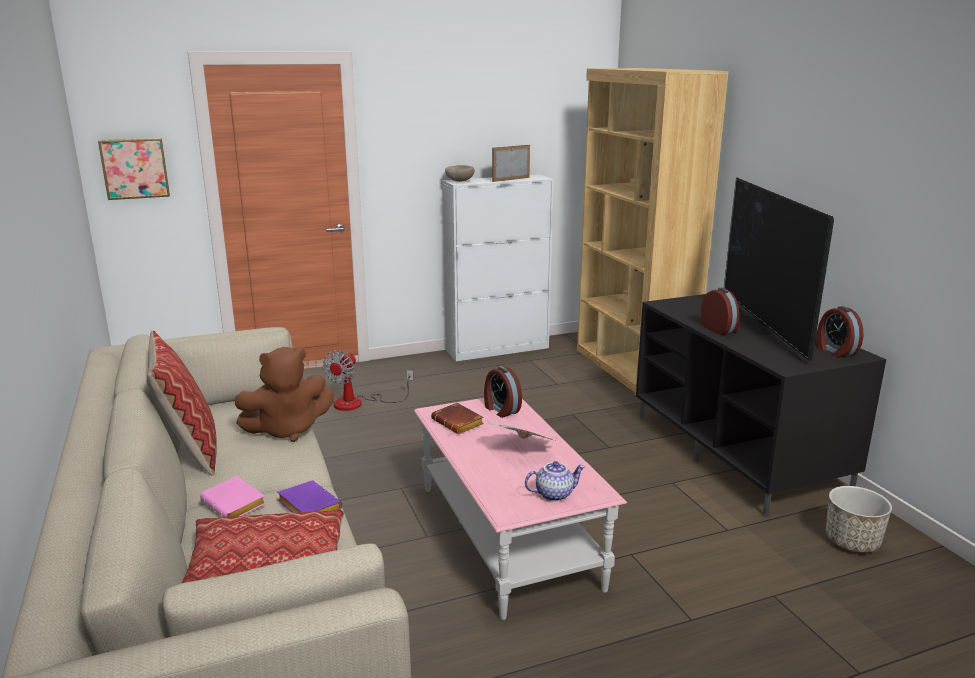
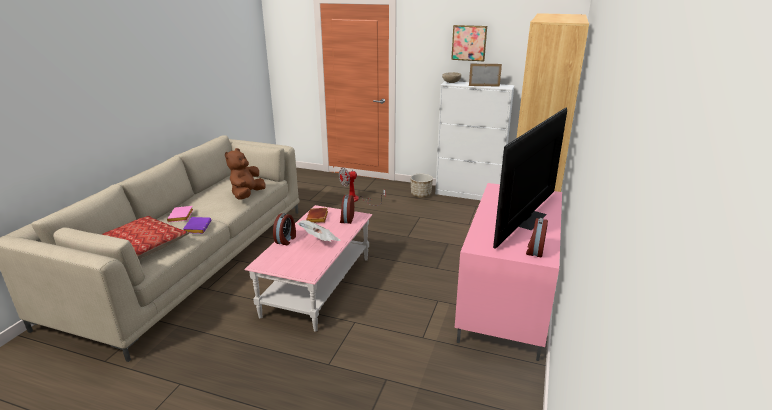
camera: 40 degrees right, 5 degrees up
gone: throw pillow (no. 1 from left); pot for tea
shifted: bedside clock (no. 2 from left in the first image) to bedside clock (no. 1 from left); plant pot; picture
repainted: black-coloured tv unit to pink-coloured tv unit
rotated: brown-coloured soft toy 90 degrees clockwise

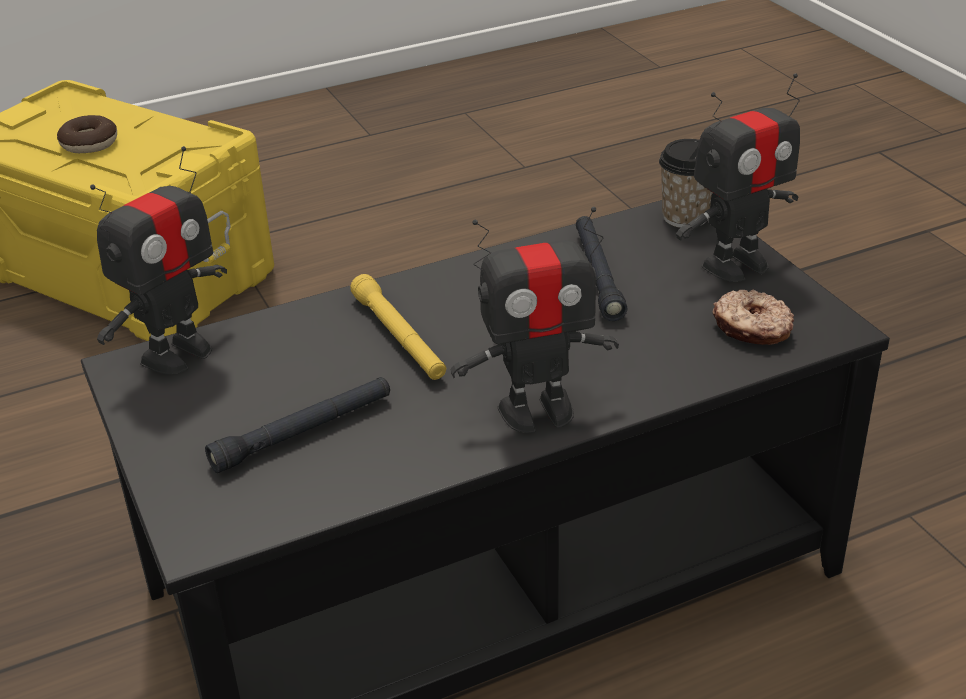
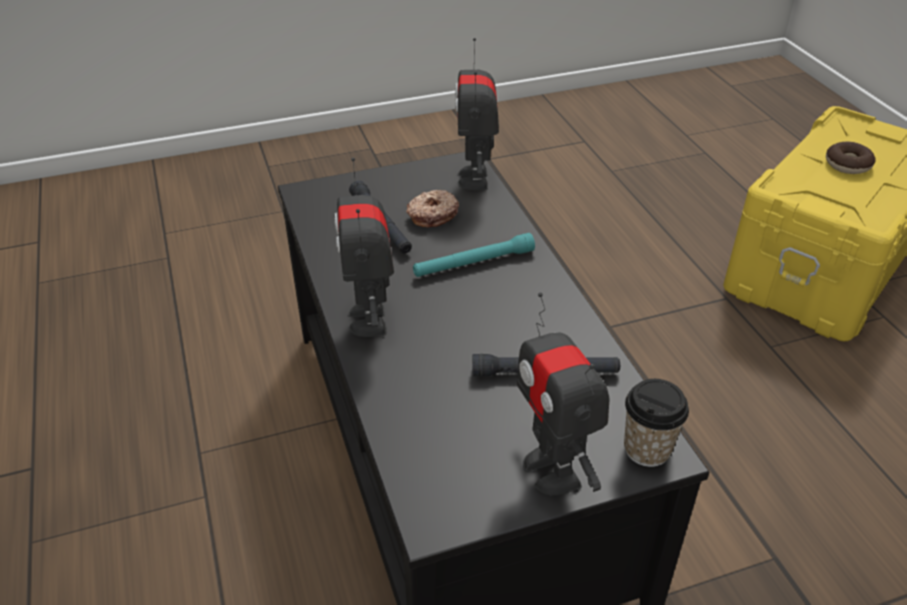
camera: 95 degrees right, 5 degrees up
shifted: doughnut (no. 2 from left in the first image) to doughnut (no. 1 from left)
repainted: yellowish flashlight to turquoise-coloured flashlight
rotated: toy robot (no. 1 from left in the first image) 45 degrees clockwise

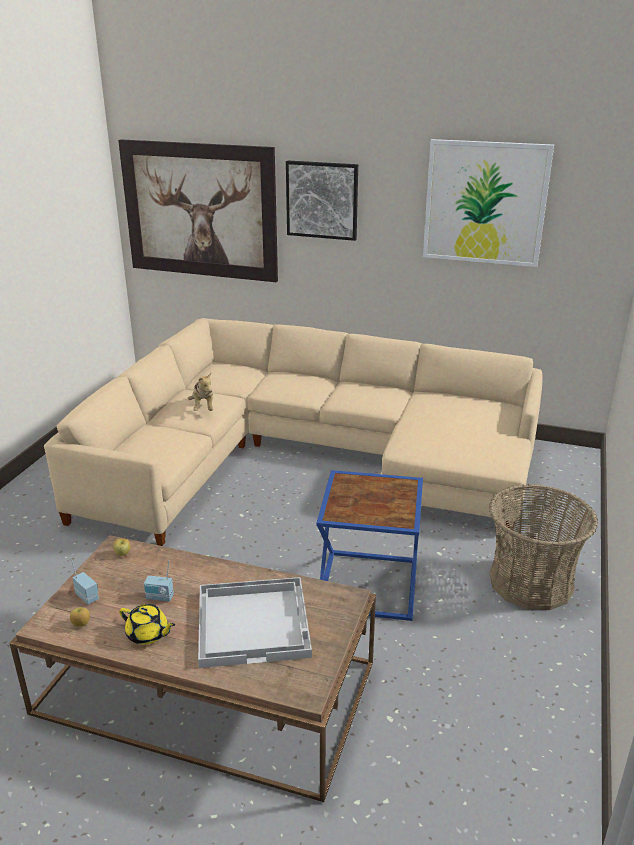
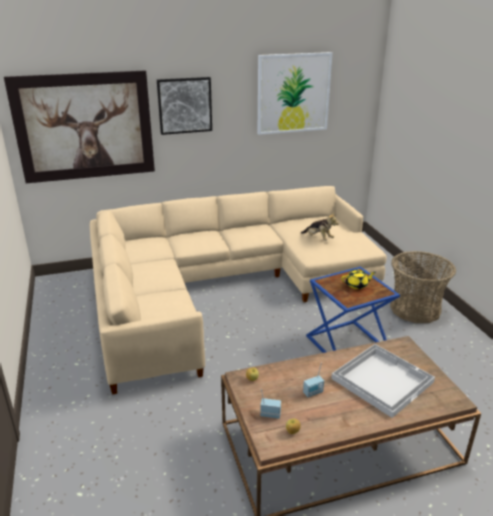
camera: 35 degrees left, 0 degrees up
shifted: soft toy; yellowish pot for tea

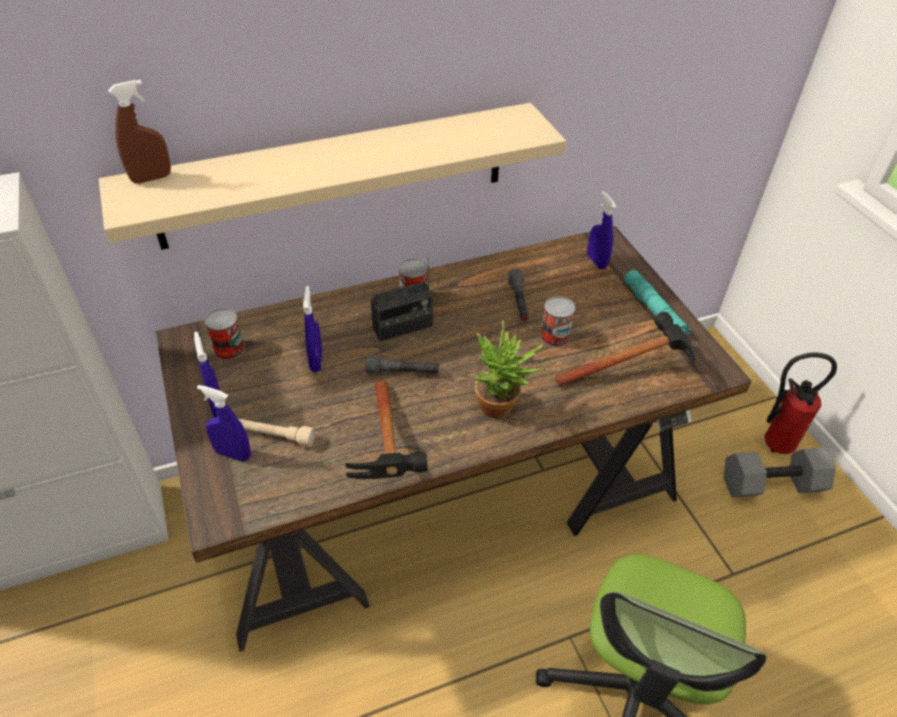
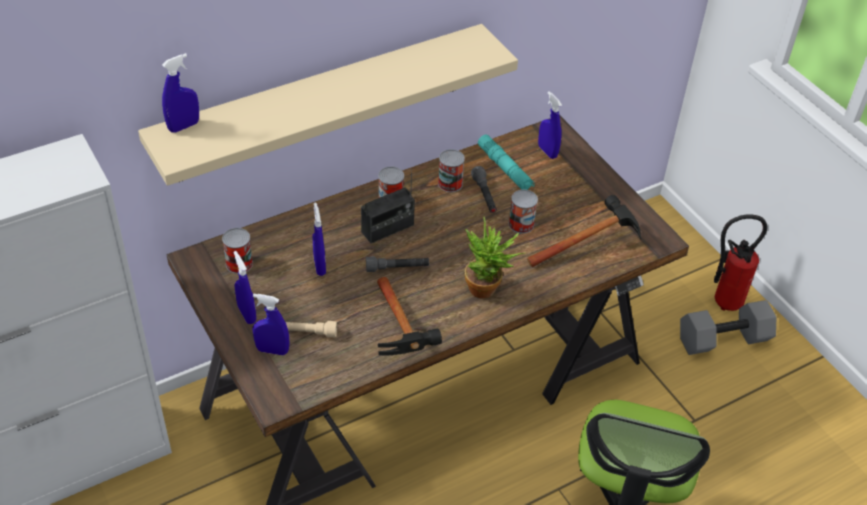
camera: 10 degrees left, 0 degrees up
new: sealed can (no. 3 from left)
shifted: turquoise-coloured flashlight
repainted: brown-coloured hand sprayer to bluish hand sprayer (no. 1 from left)

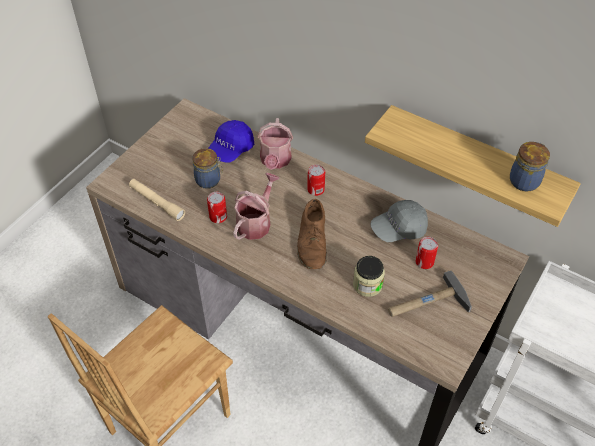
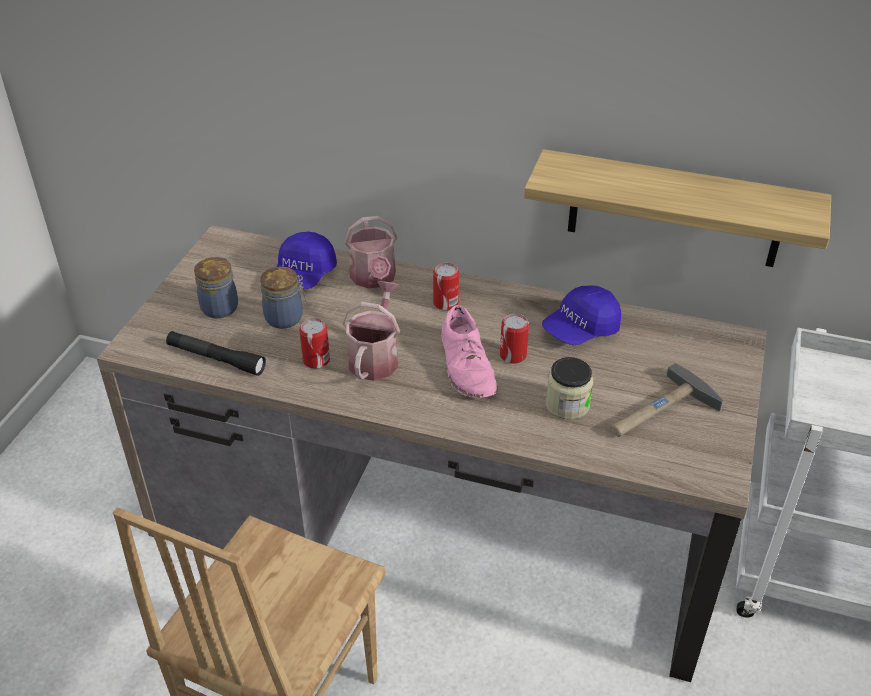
camera: 15 degrees left, 10 degrees down
shifted: storage jar (no. 3 from left in the first image) to storage jar (no. 1 from left); sealed can (no. 3 from left)
repainted: sand-coloured flashlight to black-coloured flashlight; brown-coloured low shoe to pink-coloured low shoe; greyish cap to bluish cap (no. 2 from left)

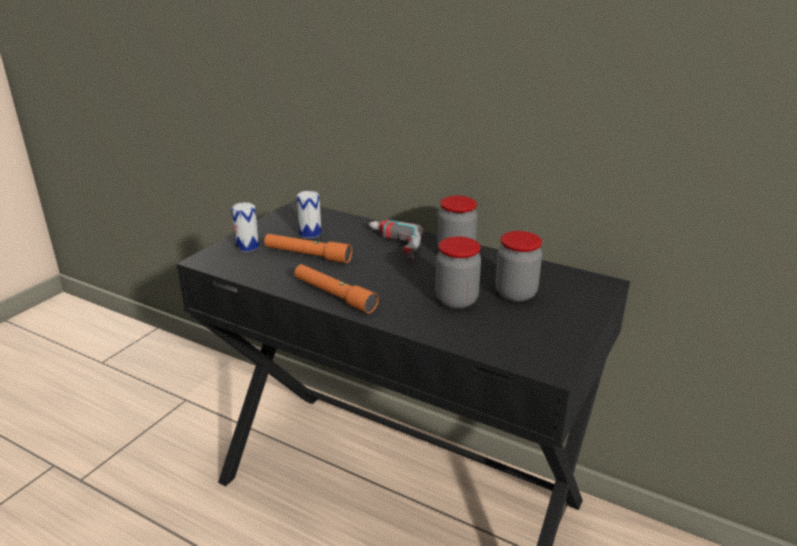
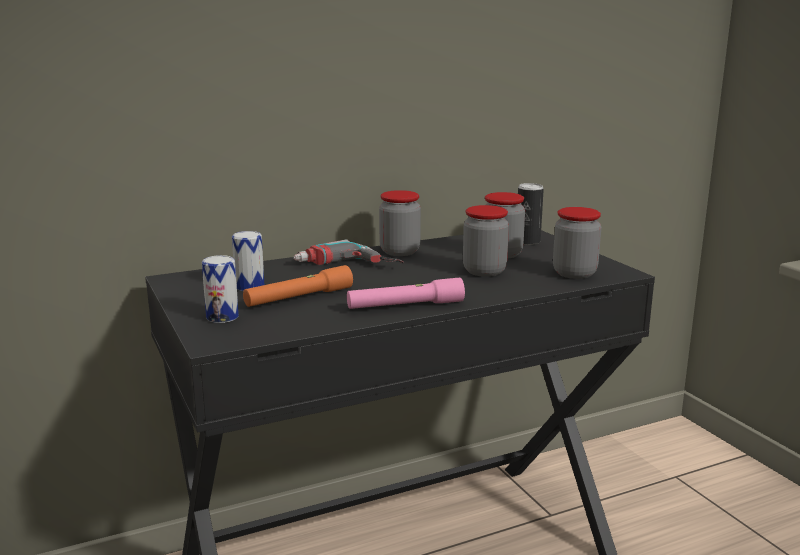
camera: 55 degrees left, 10 degrees down
new: sealed can (no. 3 from left); storage jar (no. 4 from left)
repainted: orangey flashlight (no. 2 from left) to pink-coloured flashlight

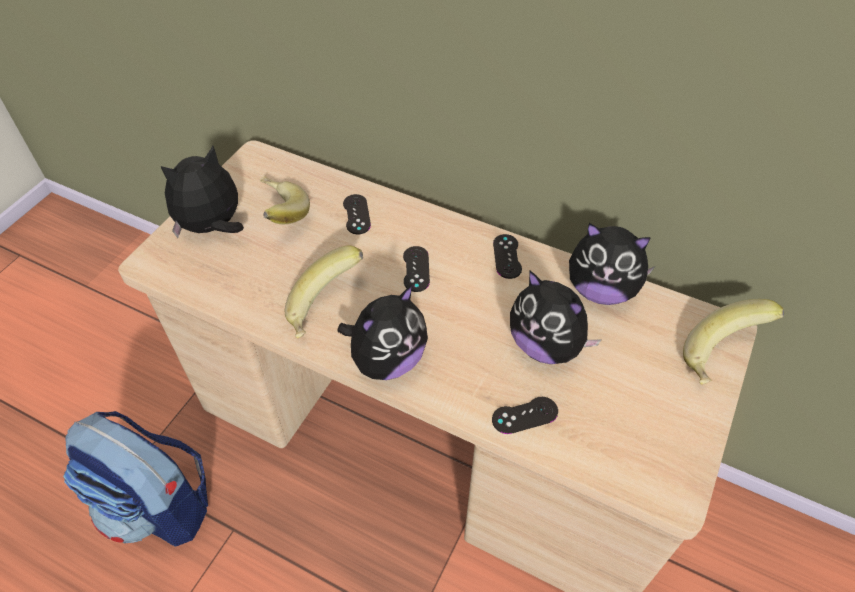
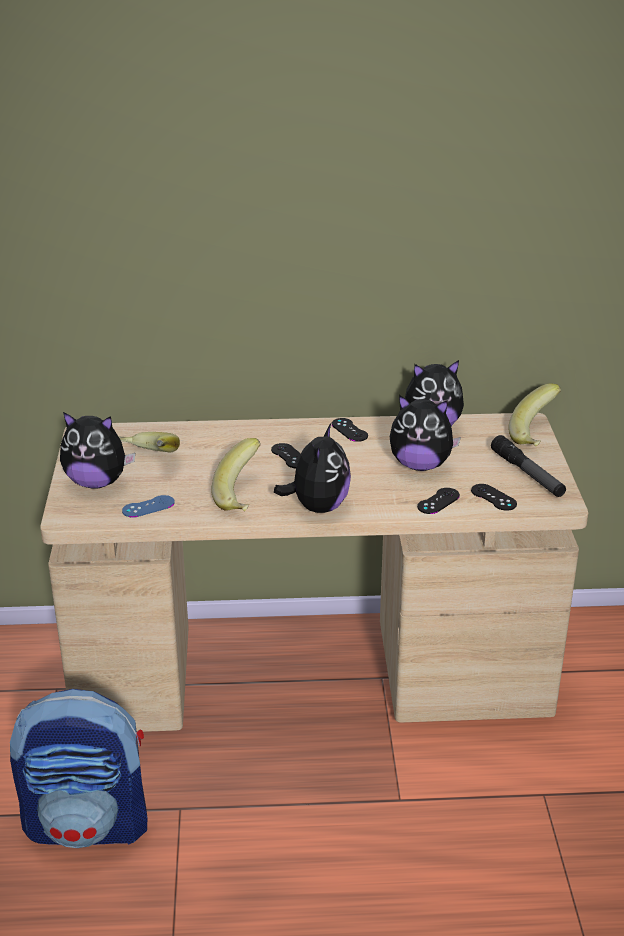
camera: 30 degrees left, 20 degrees down
new: bluish game controller; flashlight
shifted: black-coloured game controller (no. 1 from left in the first image) to black-coloured game controller (no. 4 from left)
rotated: soft toy (no. 1 from left) 105 degrees counterclockwise

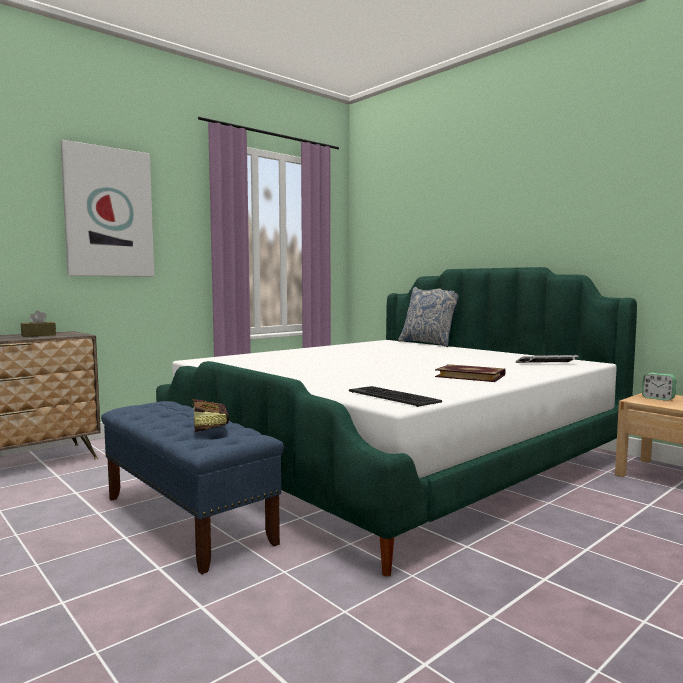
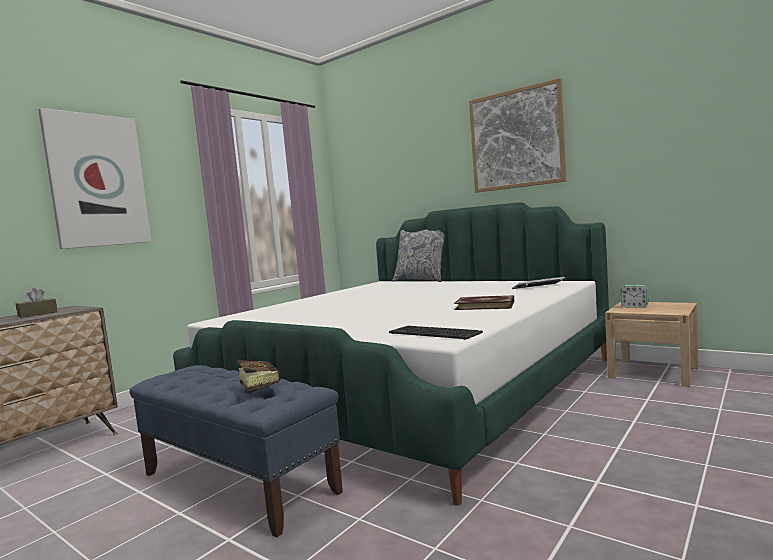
camera: 10 degrees left, 0 degrees up
new: picture (no. 2 from left)

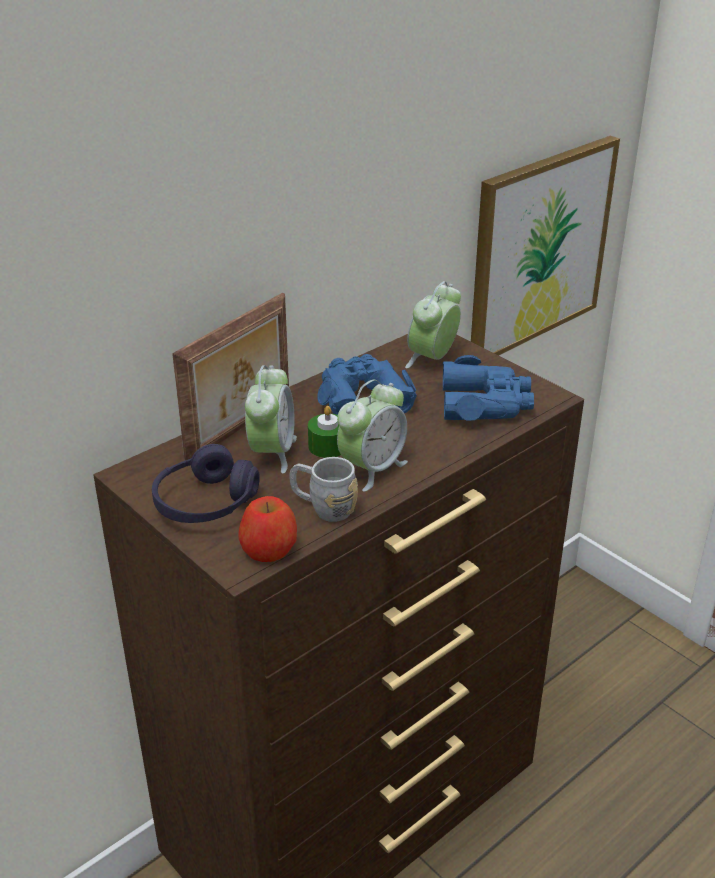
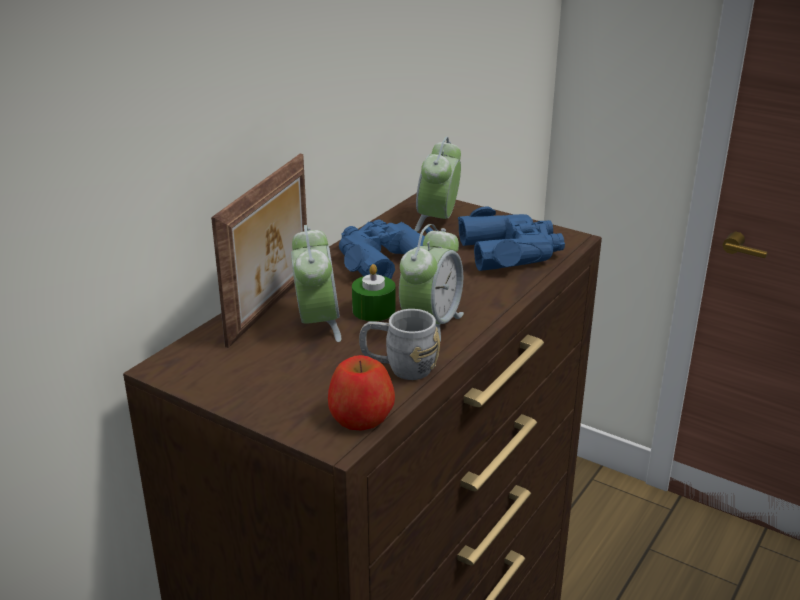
camera: 15 degrees left, 5 degrees down
gone: purple headset; picture

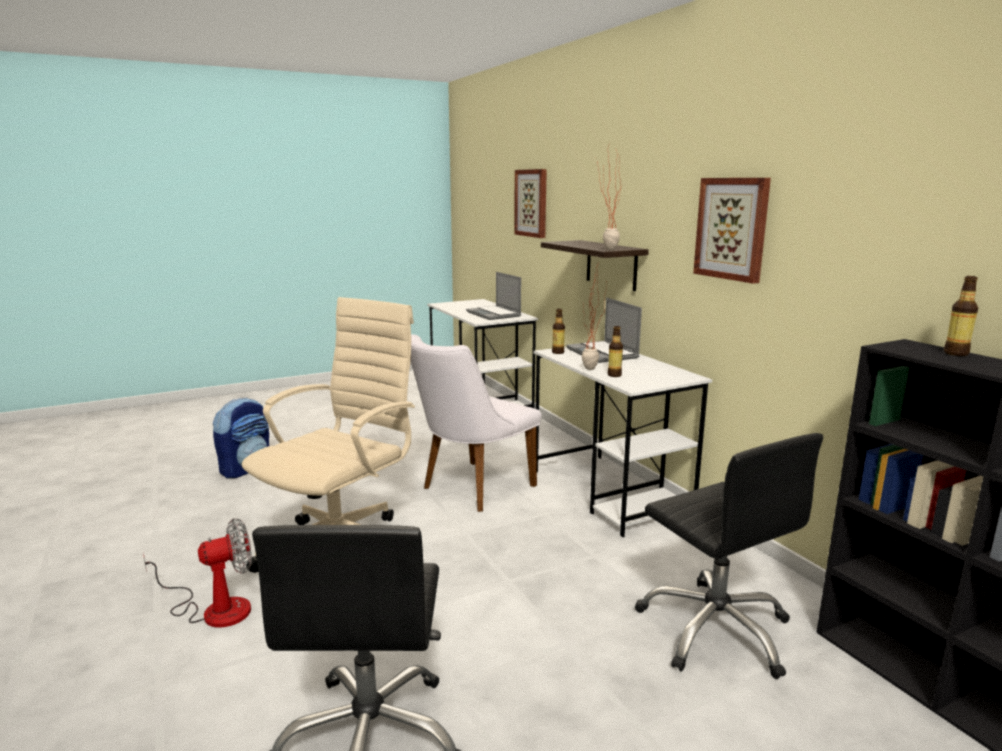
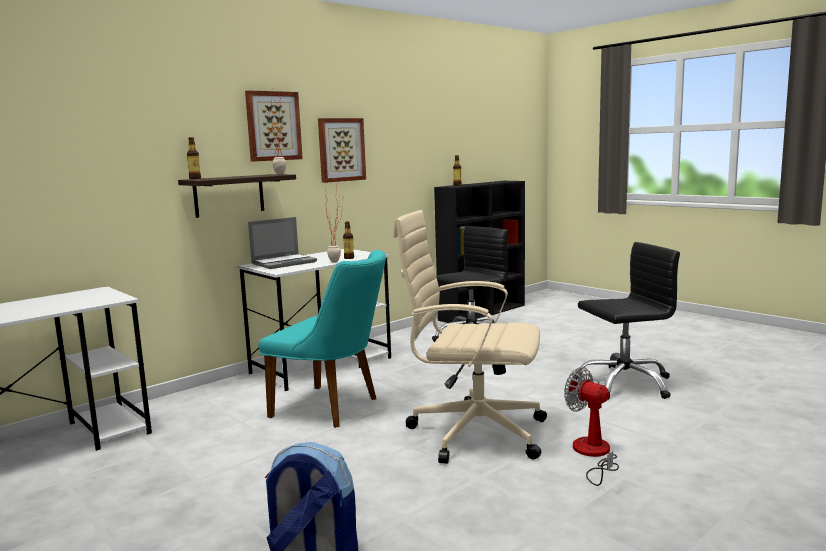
camera: 105 degrees left, 5 degrees down
gone: portable computer (no. 1 from left)
shifted: beverage bottle (no. 1 from left); picture (no. 1 from left)
repainted: whitish plain chair to turquoise-coloured plain chair

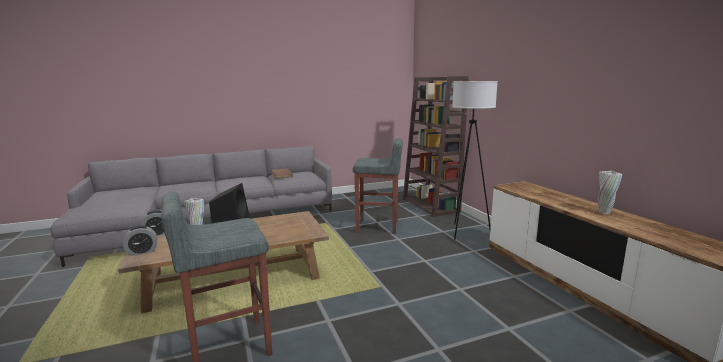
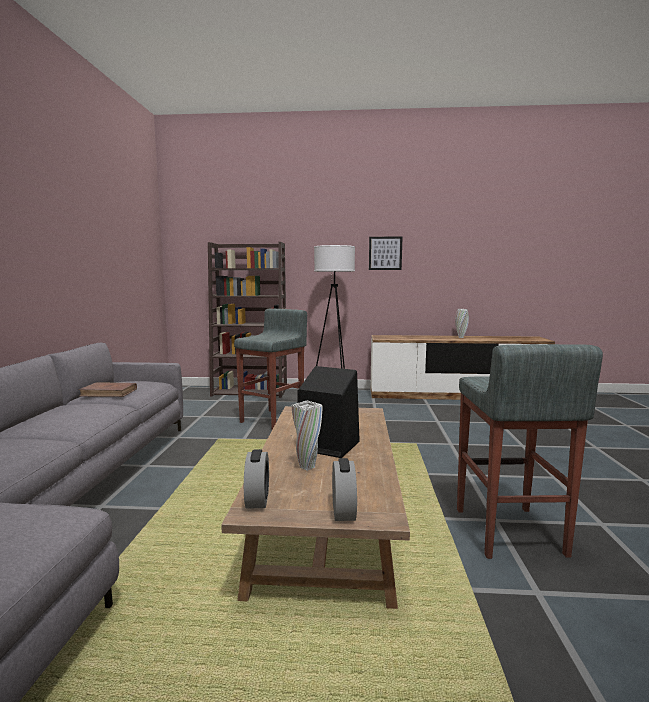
camera: 65 degrees left, 5 degrees down
new: picture

